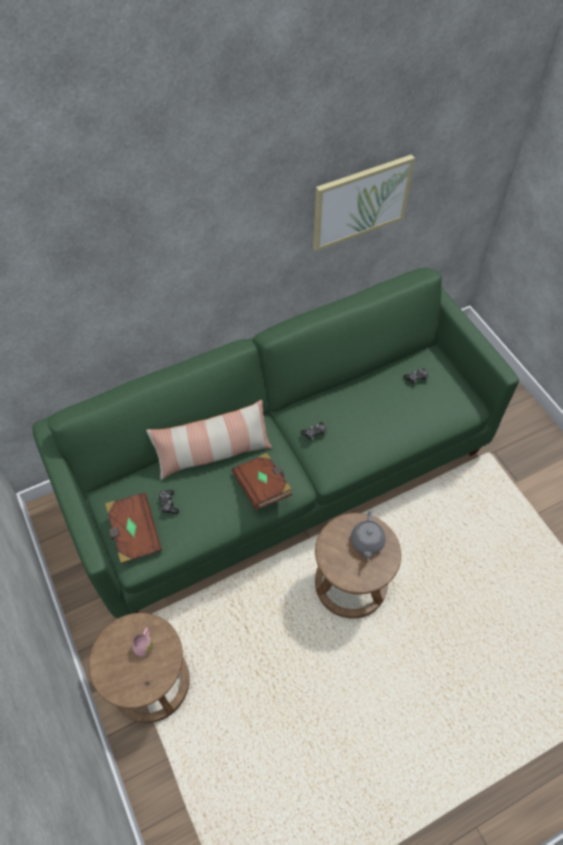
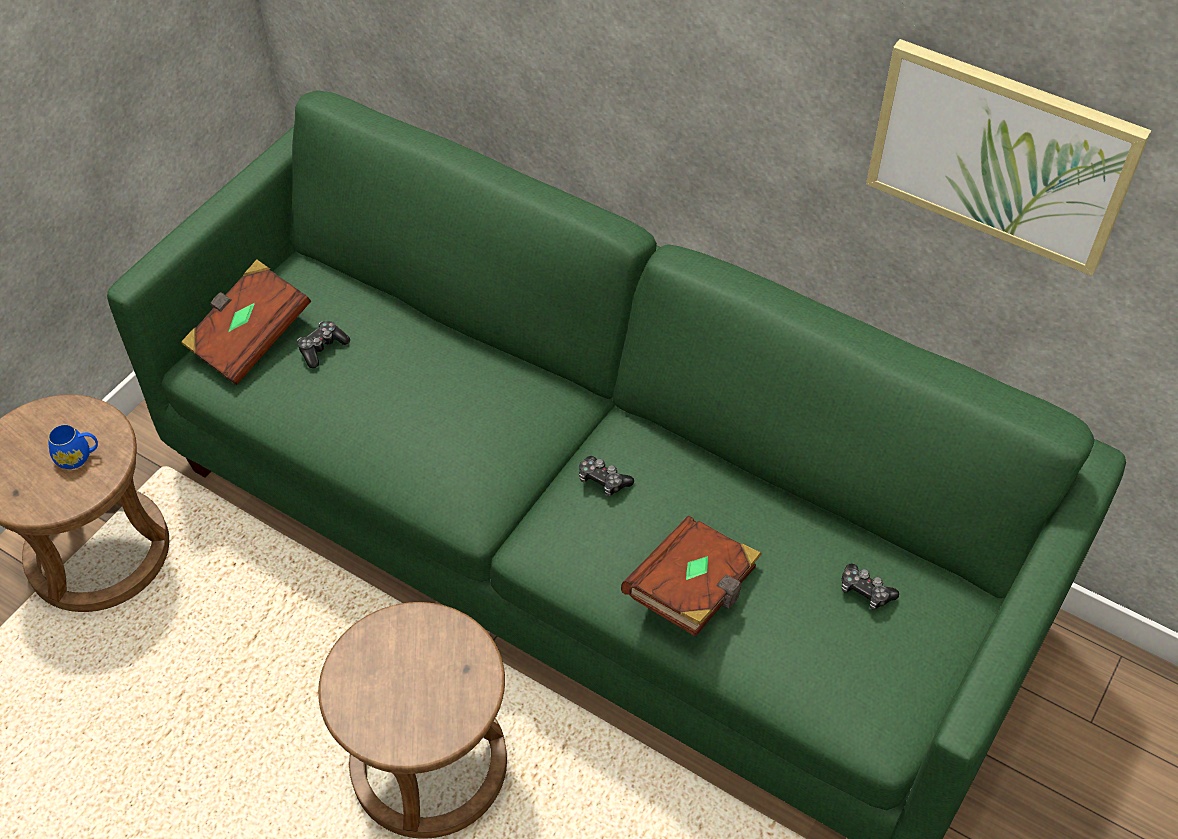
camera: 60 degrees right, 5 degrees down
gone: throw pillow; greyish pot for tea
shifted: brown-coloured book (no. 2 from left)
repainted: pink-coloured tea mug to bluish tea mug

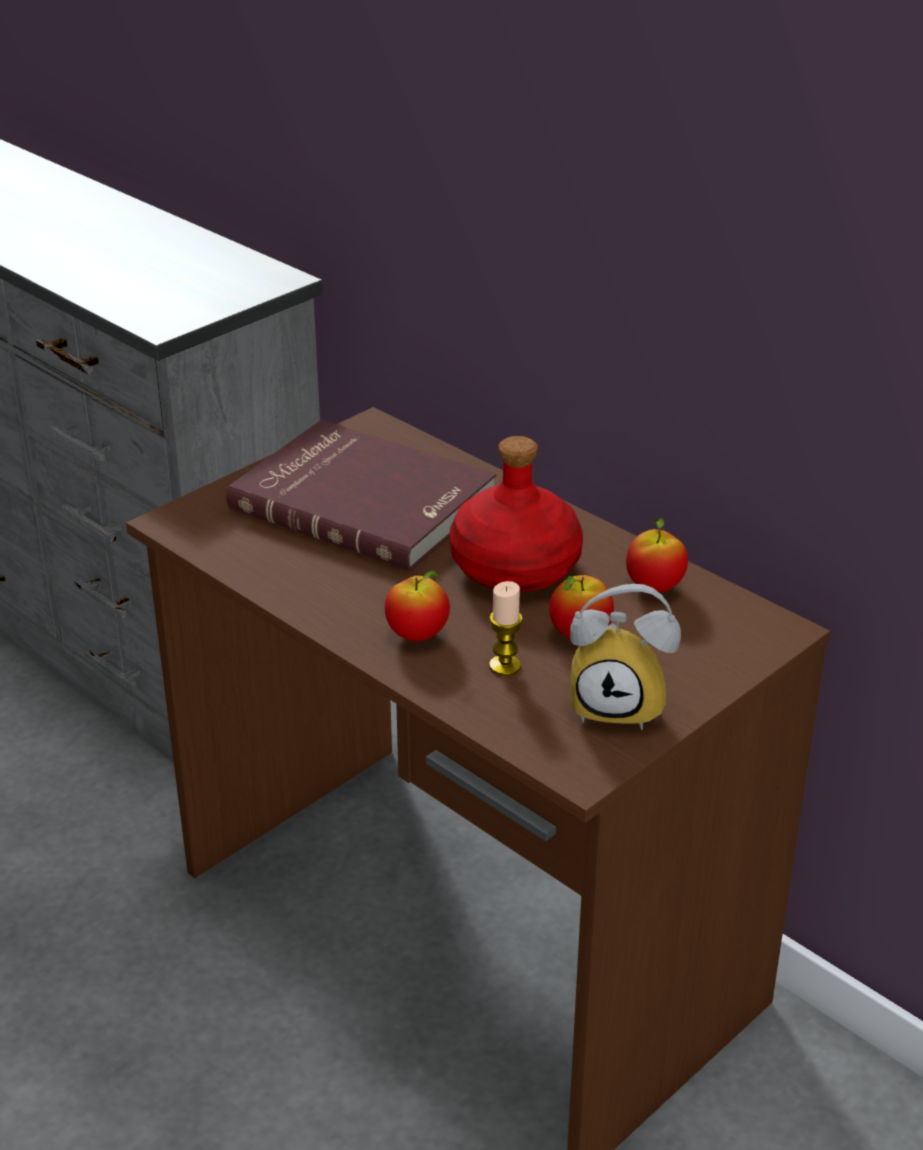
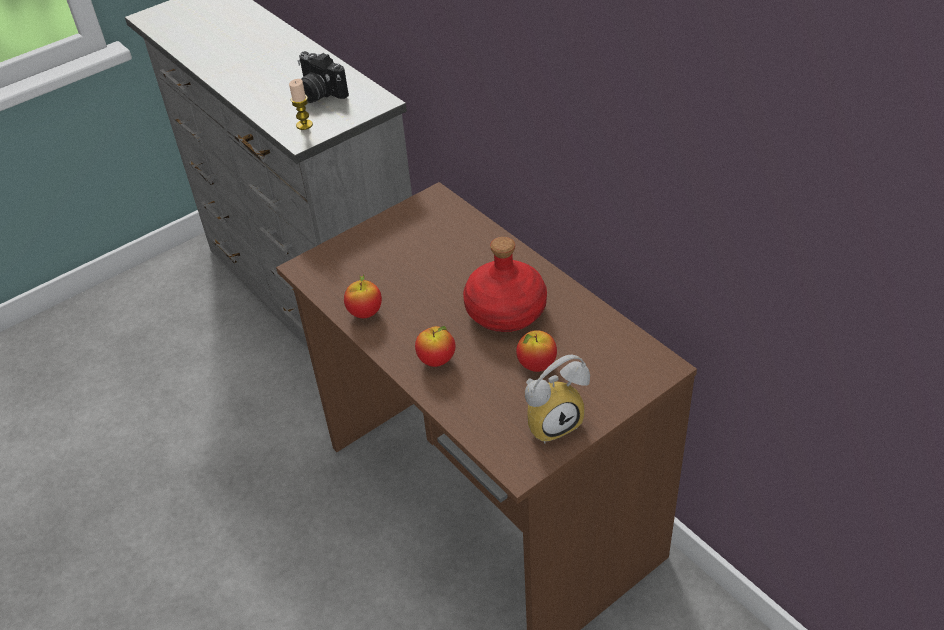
camera: 10 degrees right, 10 degrees up
gone: red-coloured book
new: still camera
shifted: wax light; apple (no. 3 from left in the first image) to apple (no. 1 from left)
rotated: bedside clock 45 degrees counterclockwise

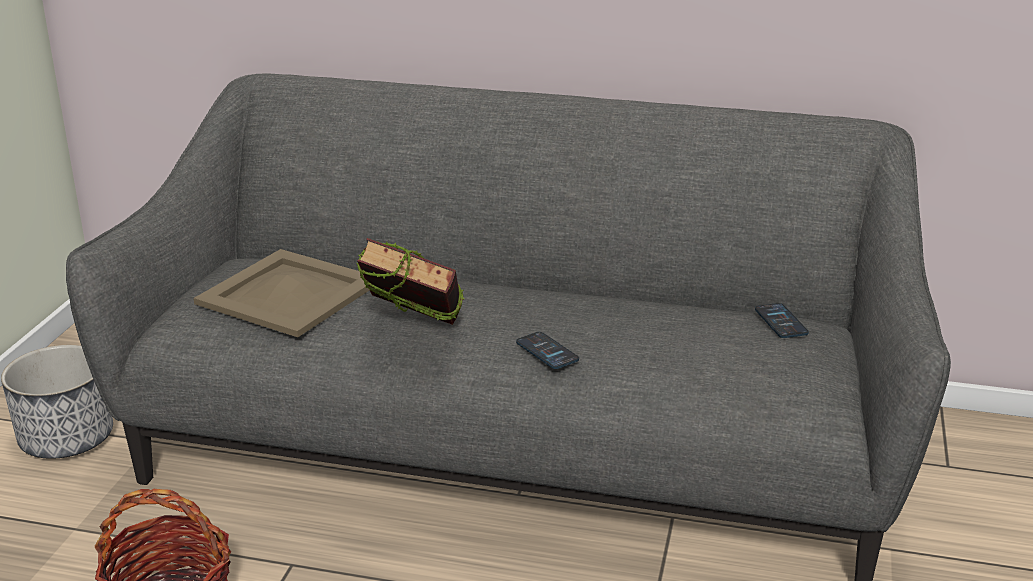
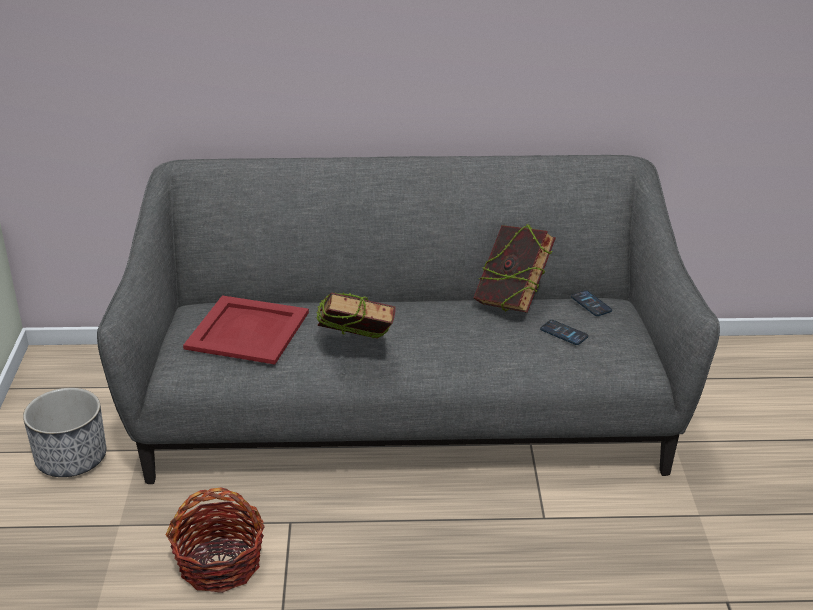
camera: 15 degrees left, 5 degrees up
new: book (no. 2 from left)
shifted: phone (no. 1 from left)
repainted: sand-coloured serving tray to red-coloured serving tray

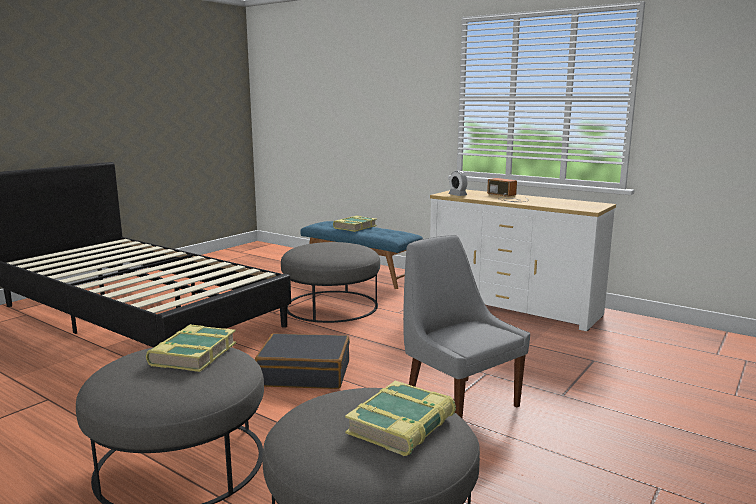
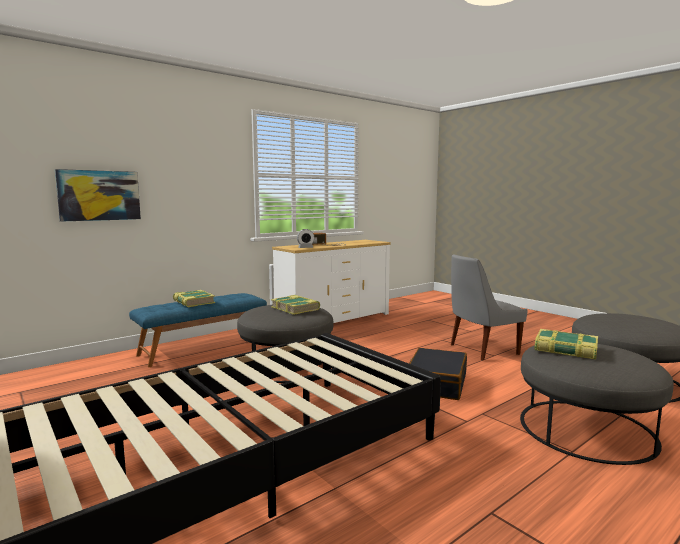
camera: 75 degrees left, 5 degrees down
new: picture
shifted: book (no. 3 from left in the first image) to book (no. 2 from left)

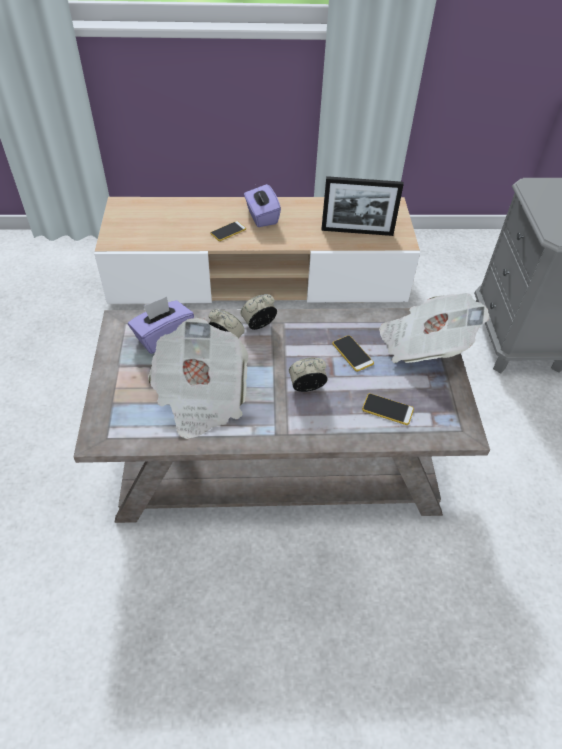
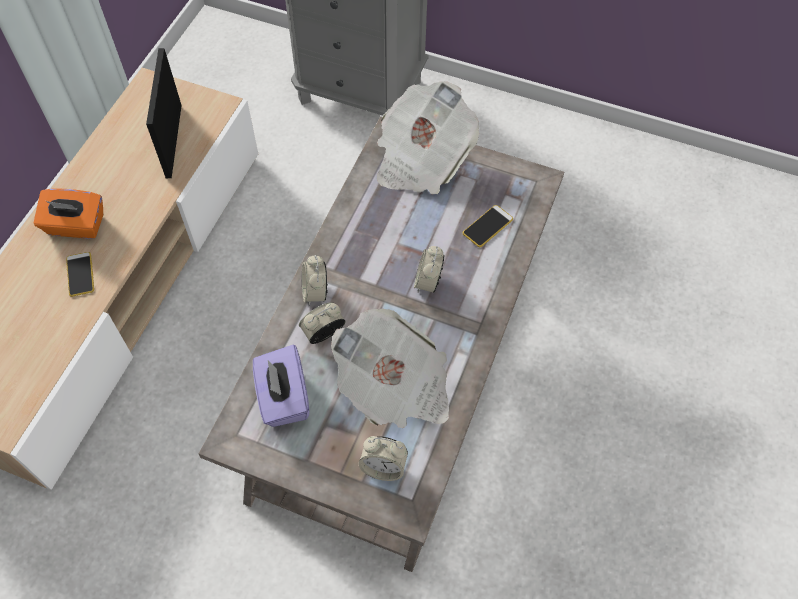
camera: 65 degrees left, 10 degrees up
gone: phone (no. 2 from left)
new: bedside clock (no. 3 from left)
repainted: purple tissue holder (no. 2 from left) to orangey tissue holder
rotated: standing frame 150 degrees clockwise

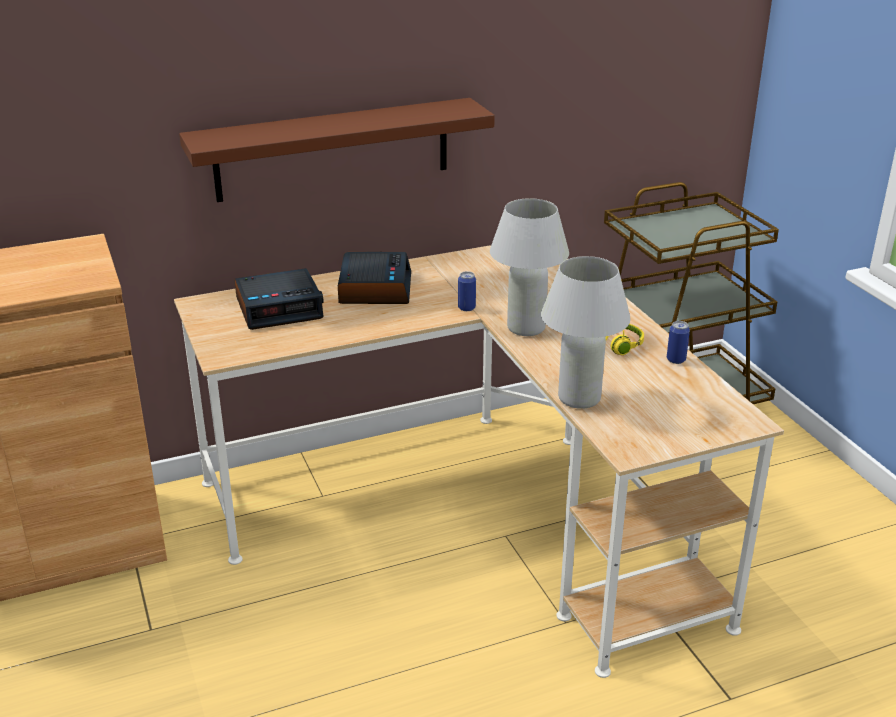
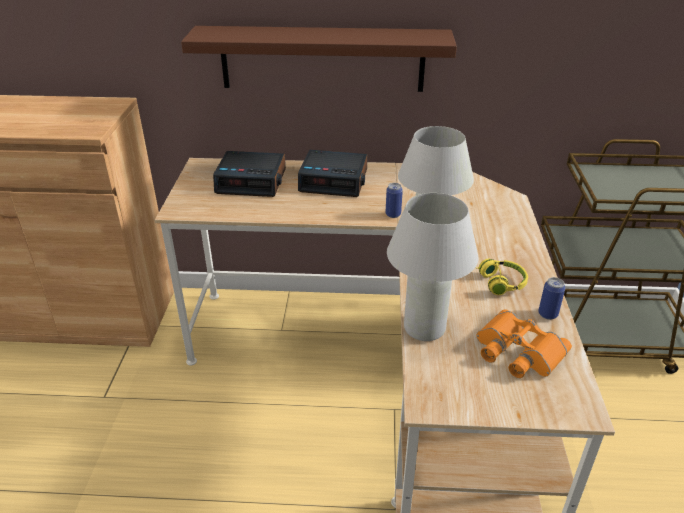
camera: 25 degrees right, 5 degrees up
new: orangey binoculars
rotated: bedside clock (no. 2 from left) 75 degrees clockwise

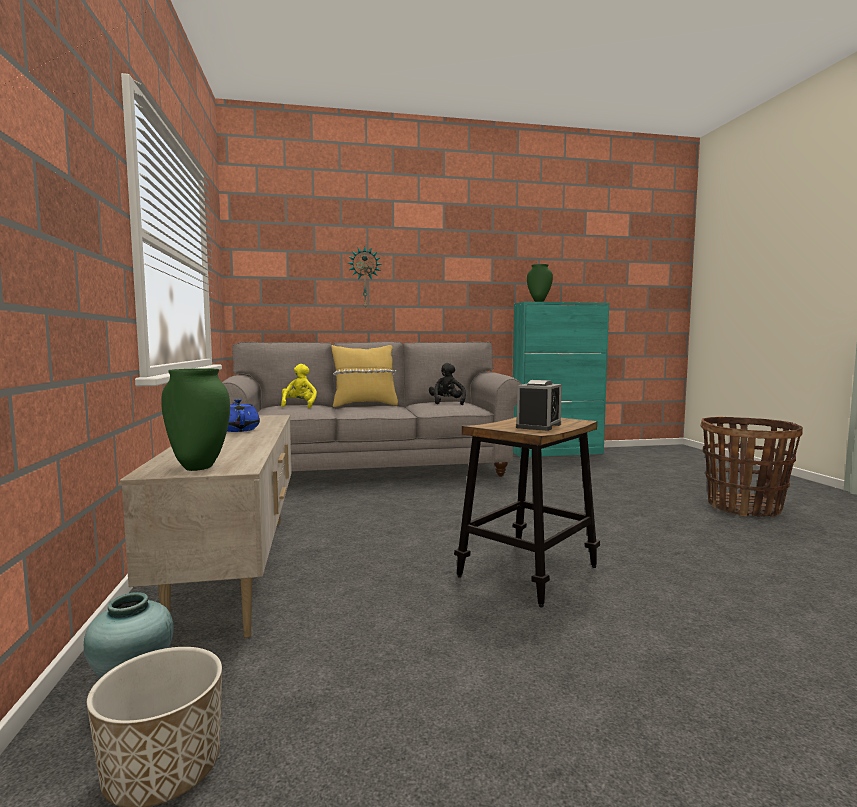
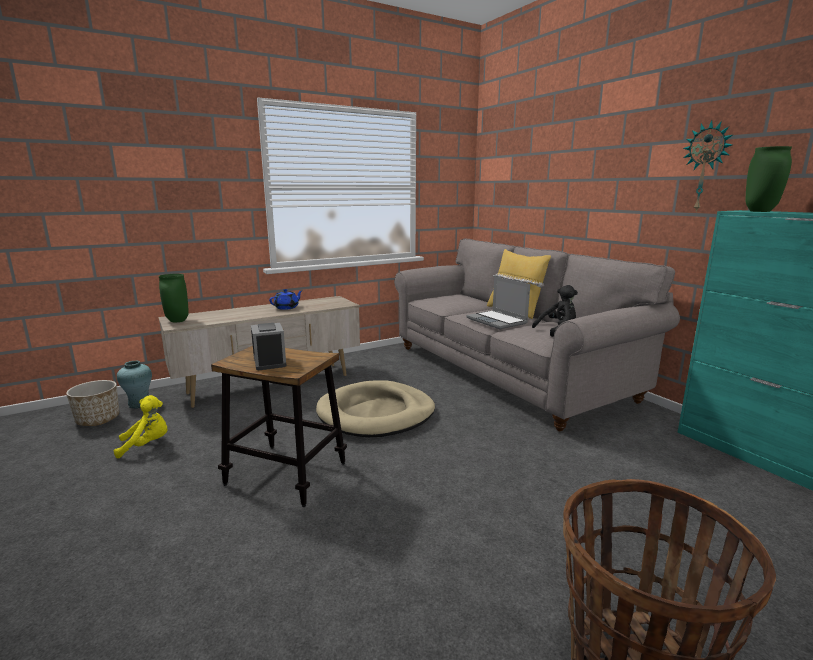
camera: 70 degrees right, 10 degrees up
new: sand-coloured dog cushion; portable computer
shifted: yellowish soft toy; wall clock
rotated: bedside clock 120 degrees counterclockwise

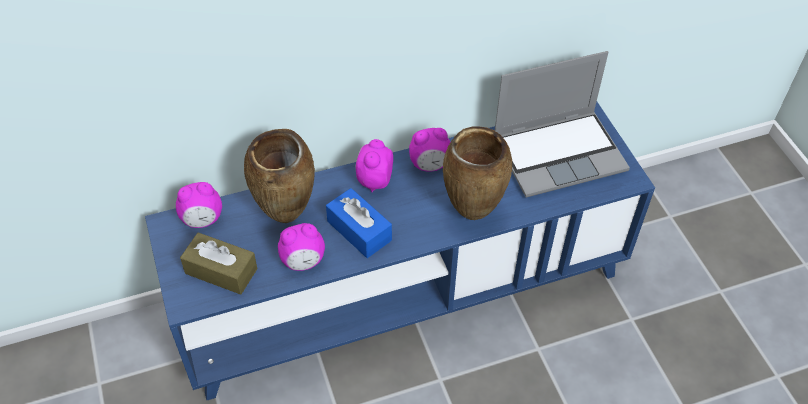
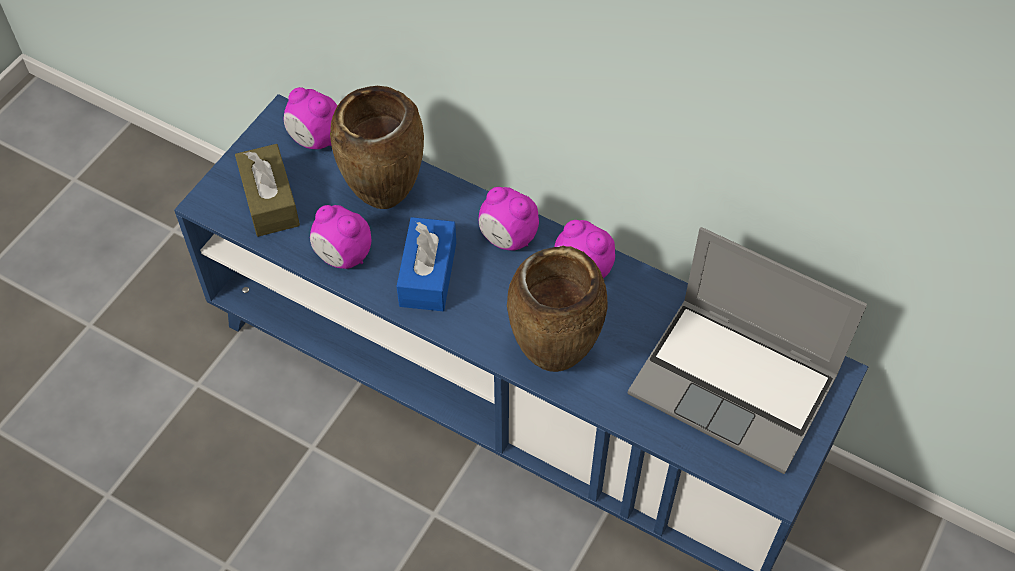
camera: 50 degrees right, 5 degrees up
rotated: bedside clock (no. 3 from left) 120 degrees counterclockwise

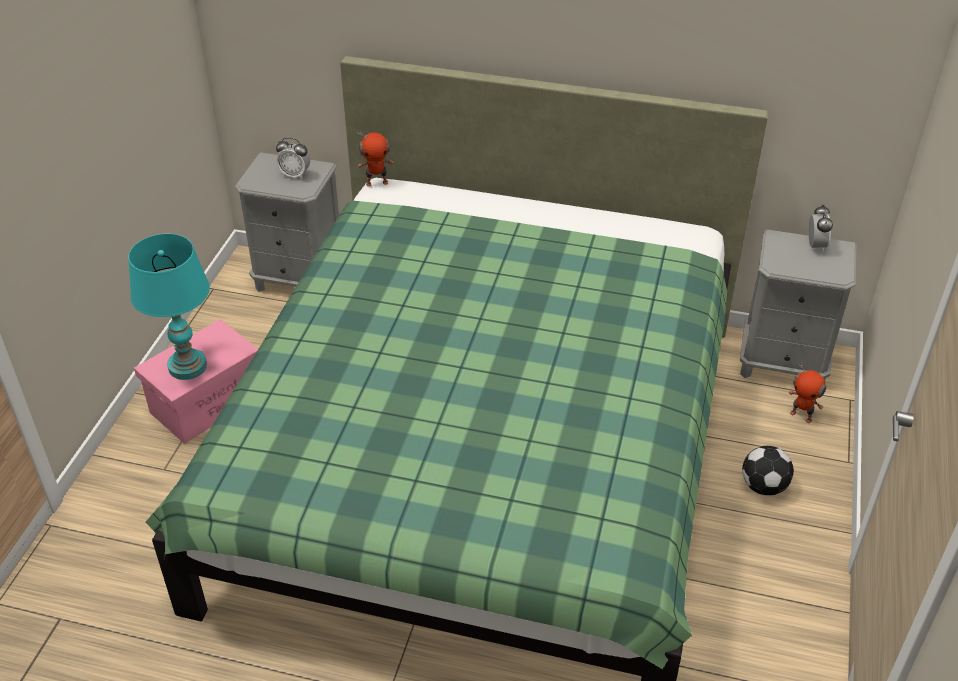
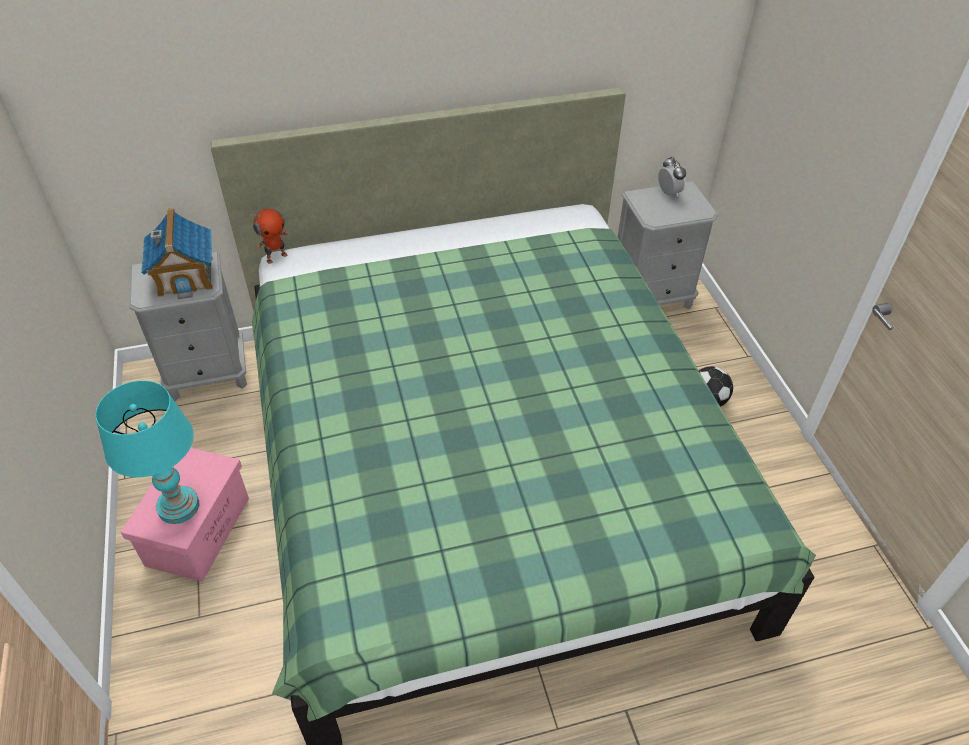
camera: 30 degrees left, 5 degrees up
gone: toy robot (no. 2 from left)
swapped: bedside clock (no. 1 from left) to model house

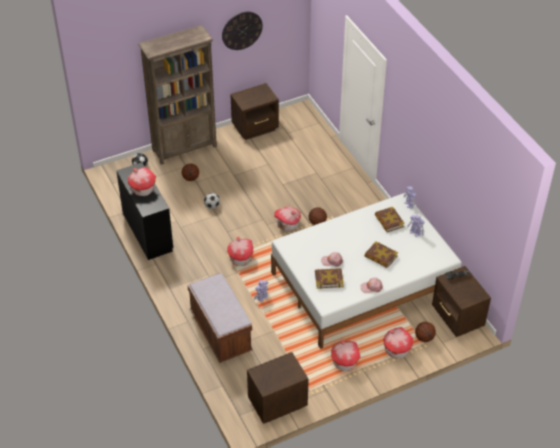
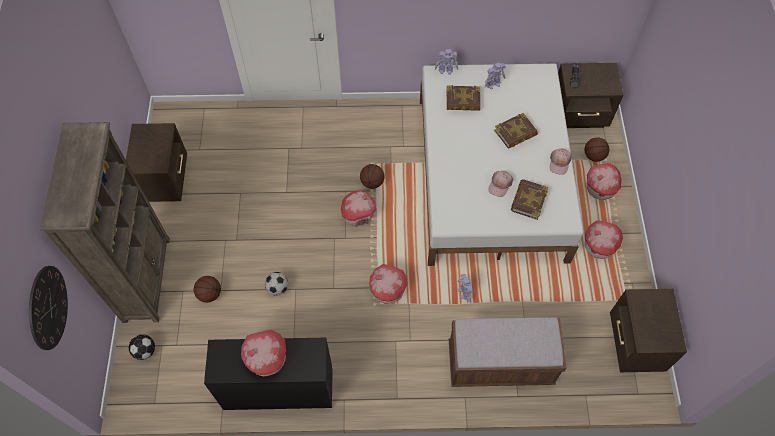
camera: 65 degrees left, 15 degrees up
shifted: wall clock

